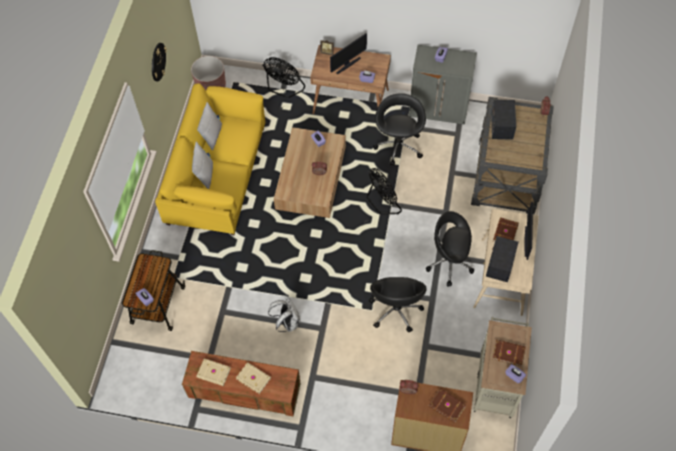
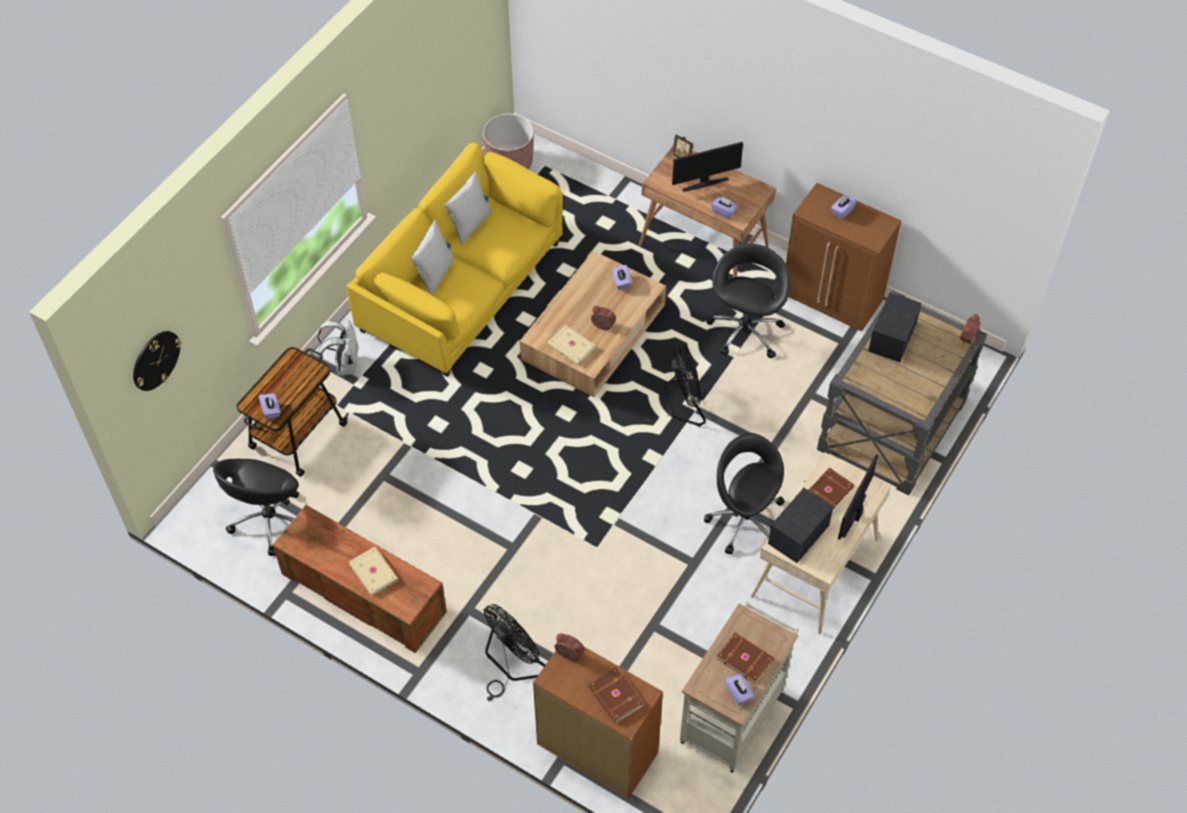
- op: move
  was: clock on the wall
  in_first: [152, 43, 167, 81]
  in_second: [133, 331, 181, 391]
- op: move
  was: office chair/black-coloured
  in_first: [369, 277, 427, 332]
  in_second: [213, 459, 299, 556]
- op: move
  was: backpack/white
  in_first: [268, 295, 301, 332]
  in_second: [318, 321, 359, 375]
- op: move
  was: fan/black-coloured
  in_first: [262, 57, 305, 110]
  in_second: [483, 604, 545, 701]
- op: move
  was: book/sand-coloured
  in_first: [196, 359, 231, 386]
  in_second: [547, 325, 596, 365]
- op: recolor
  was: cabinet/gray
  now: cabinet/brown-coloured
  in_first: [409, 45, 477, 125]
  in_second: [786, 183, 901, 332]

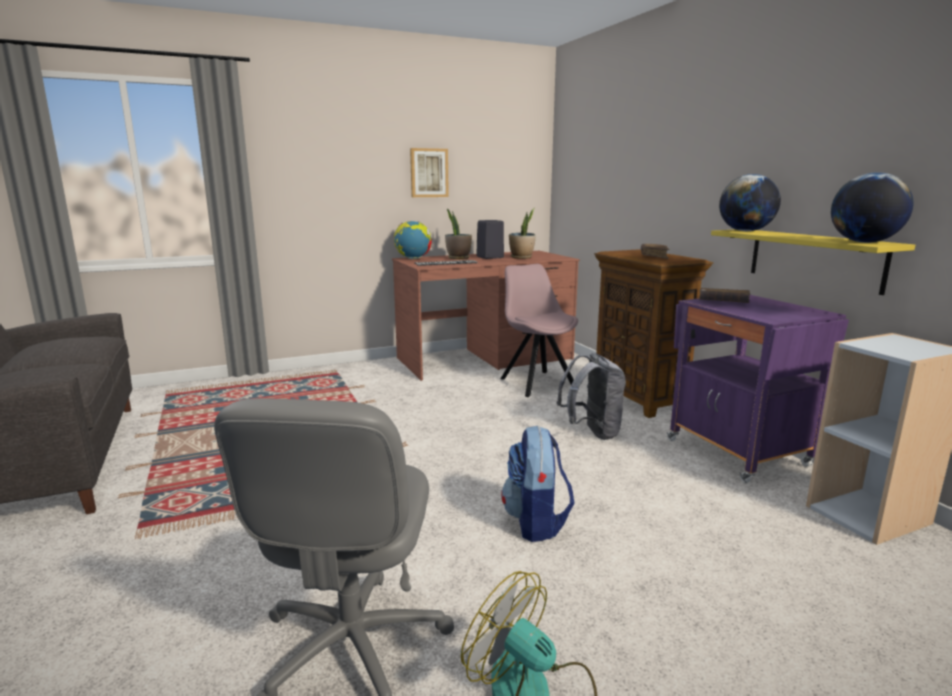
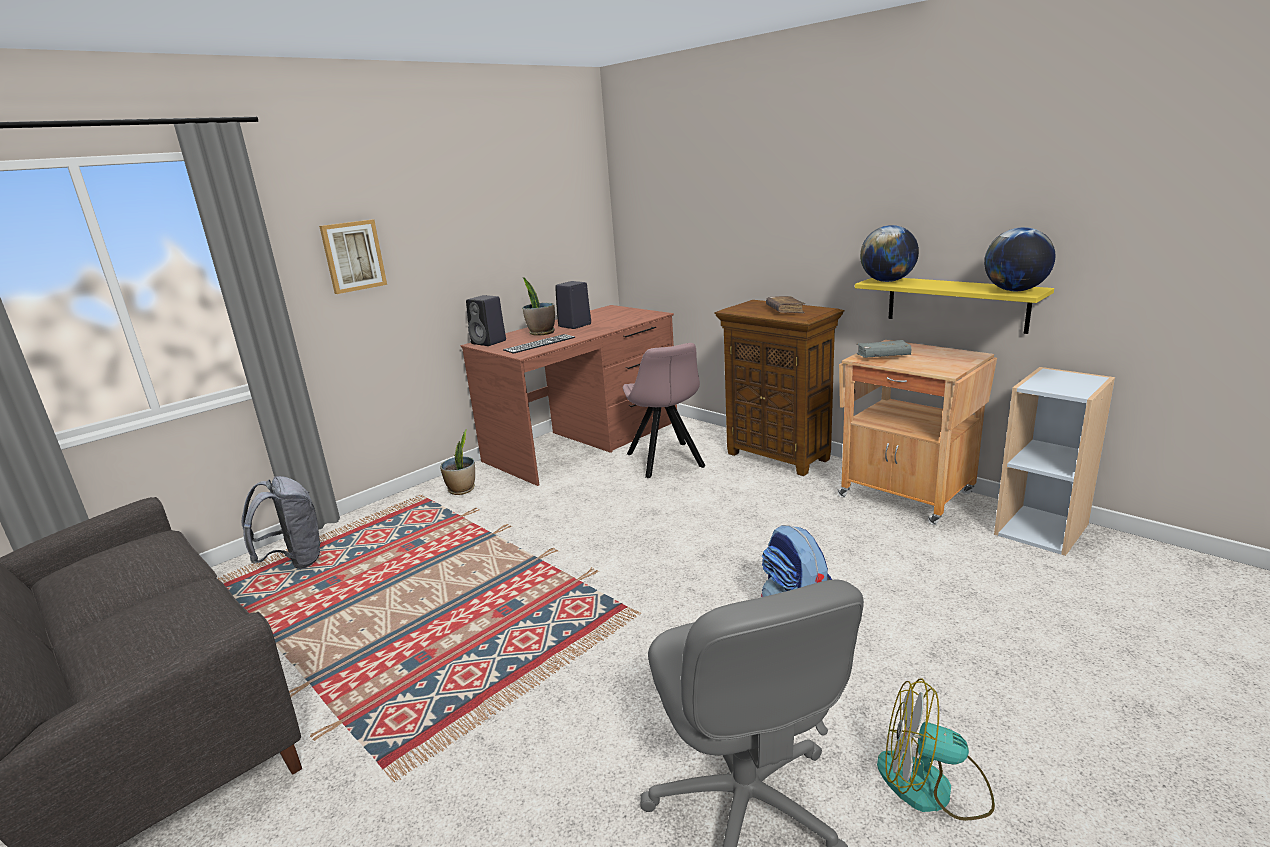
- op: move
  was: backpack/gray
  in_first: [557, 353, 626, 440]
  in_second: [242, 476, 322, 569]
- op: move
  was: picture
  in_first: [410, 148, 449, 197]
  in_second: [319, 220, 387, 294]
- op: move
  was: plant in a pot
  in_first: [509, 208, 536, 259]
  in_second: [440, 429, 475, 495]
- op: replace
  was: world globe
  now: speaker/black-coloured
  in_first: [394, 221, 432, 259]
  in_second: [466, 295, 506, 346]
- op: rotate
  was: plain chair/pinkish
  in_first: [500, 264, 578, 397]
  in_second: [623, 343, 705, 478]
  clockwise: -150
- op: recolor
  was: wheeled cart/purple
  now: wheeled cart/brown-coloured
  in_first: [667, 295, 849, 483]
  in_second: [837, 340, 997, 525]
- op: recolor
  was: book/brown-coloured
  now: book/gray
  in_first: [699, 288, 750, 303]
  in_second: [856, 340, 911, 358]

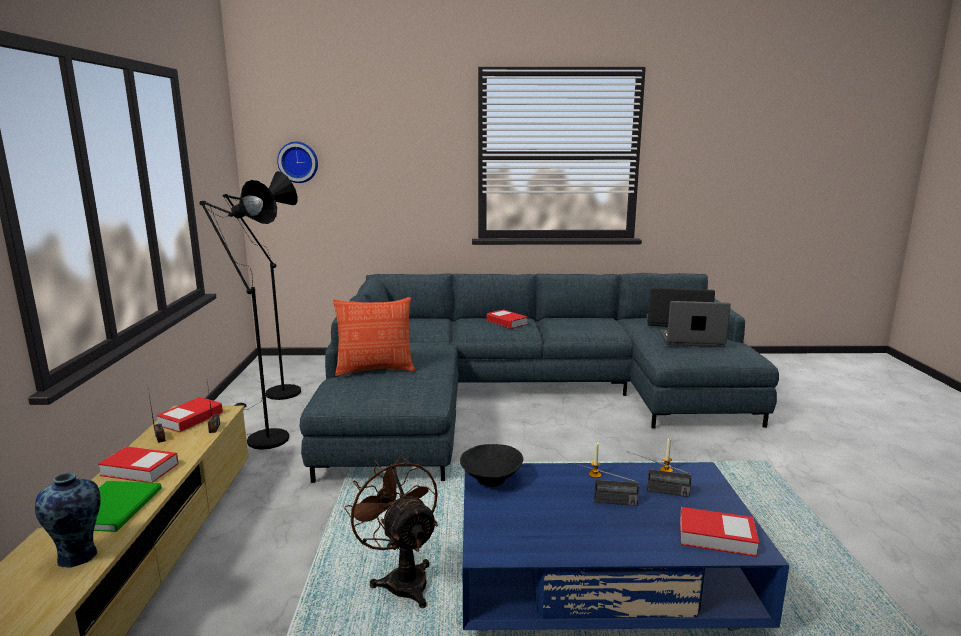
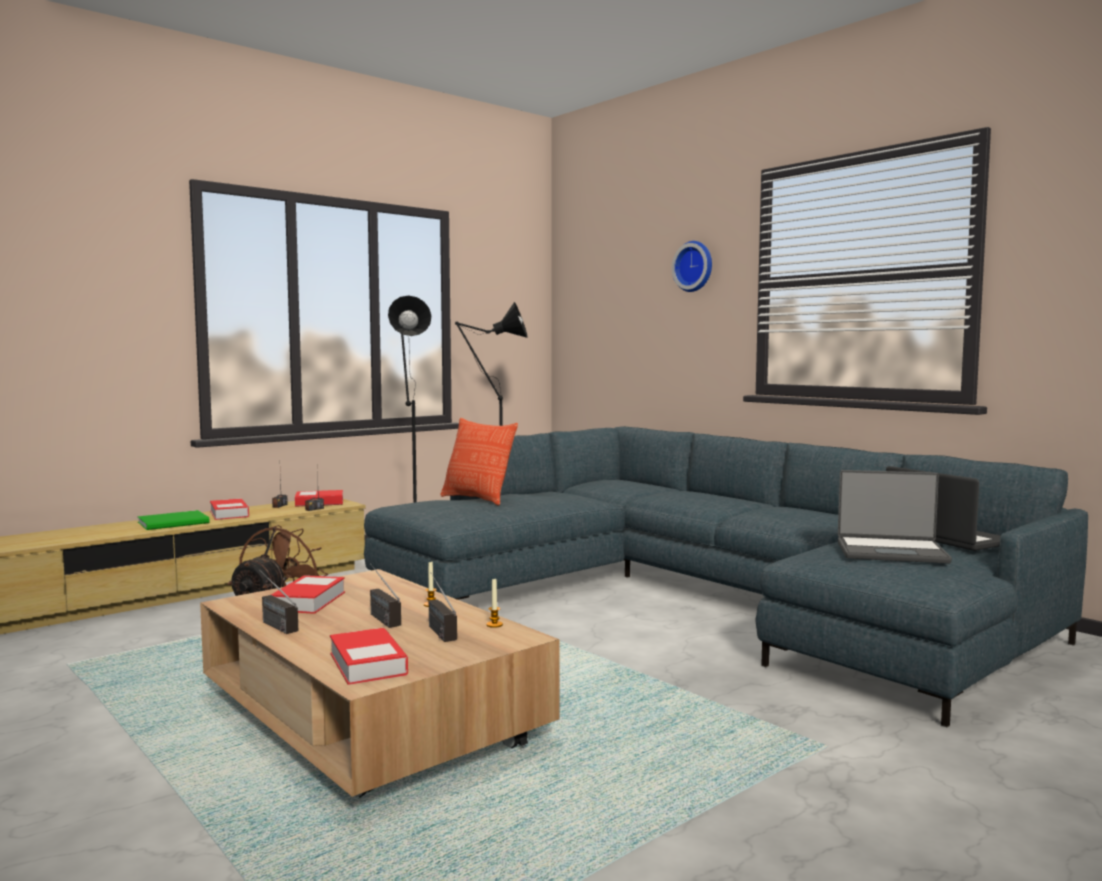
- op: recolor
  was: low table/blue
  now: low table/brown-coloured
  in_first: [462, 462, 789, 631]
  in_second: [200, 569, 559, 797]
- op: insert
  now: radio receiver
  in_second: [259, 570, 298, 634]
- op: move
  was: book
  in_first: [487, 310, 528, 329]
  in_second: [271, 575, 345, 614]
- op: move
  was: clock on the wall
  in_first: [277, 142, 318, 183]
  in_second: [672, 241, 712, 292]
- op: rotate
  was: portable computer
  in_first: [661, 301, 731, 347]
  in_second: [838, 470, 952, 564]
  clockwise: 135
- op: delete
  was: vase
  in_first: [35, 472, 101, 568]
- op: delete
  was: deep dish/black-coloured
  in_first: [460, 444, 523, 487]

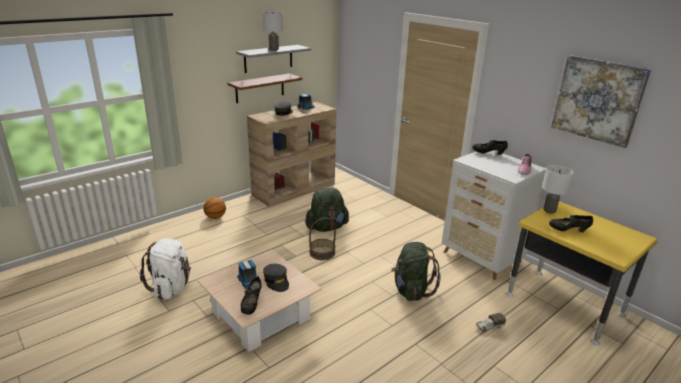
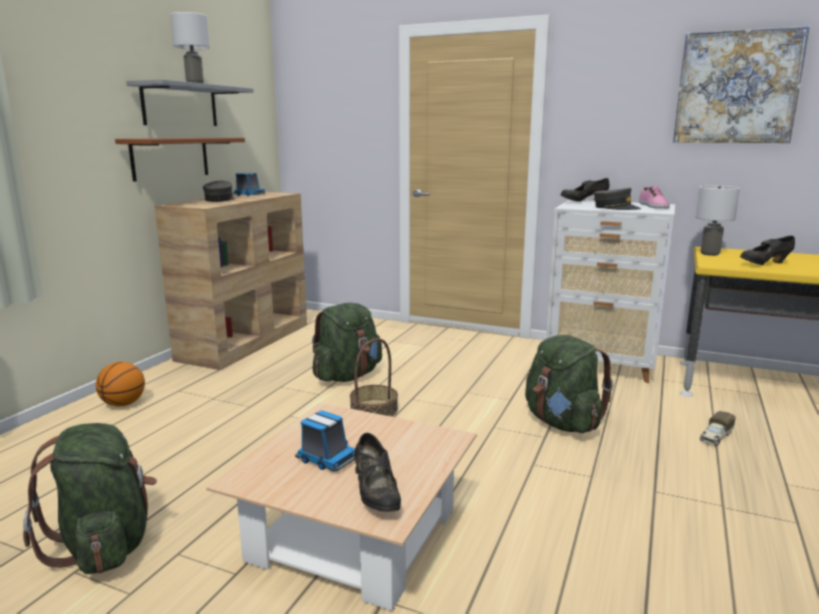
- op: recolor
  was: backpack/white
  now: backpack/green-coloured
  in_first: [140, 238, 191, 300]
  in_second: [23, 423, 157, 574]
- op: move
  was: cap/gray
  in_first: [263, 264, 289, 292]
  in_second: [594, 188, 641, 210]

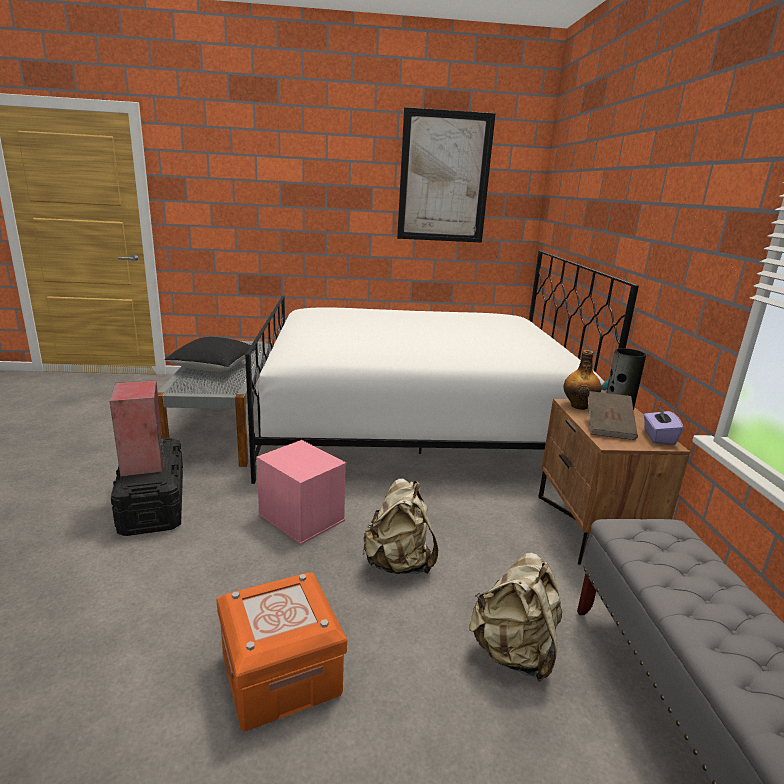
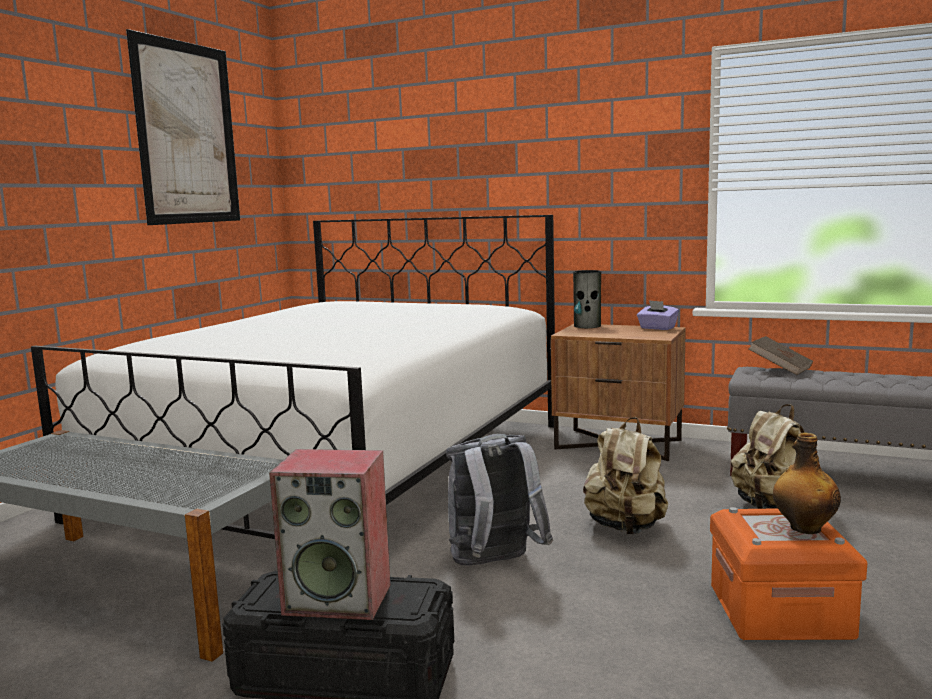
- op: replace
  was: storage bin/pinkish
  now: backpack/gray
  in_first: [256, 440, 346, 545]
  in_second: [446, 434, 553, 566]
- op: move
  was: book/brown-coloured
  in_first: [588, 391, 638, 440]
  in_second: [749, 336, 813, 375]
- op: move
  was: drink bottle
  in_first: [564, 350, 602, 410]
  in_second: [773, 433, 841, 534]
- op: delete
  was: throw pillow/black-coloured
  in_first: [165, 337, 255, 372]

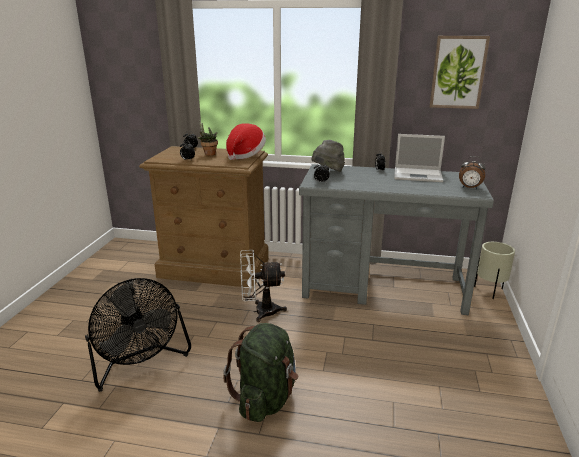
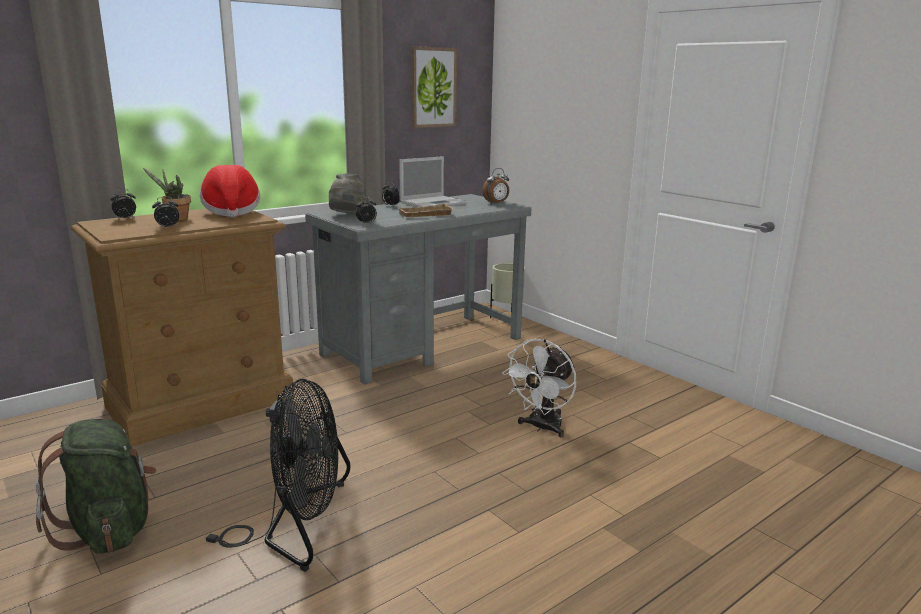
- op: move
  was: backpack/green-coloured
  in_first: [223, 323, 298, 422]
  in_second: [36, 419, 156, 554]
- op: insert
  now: carrying tray/sand-coloured
  in_second: [398, 203, 454, 217]
- op: move
  was: fan/white
  in_first: [240, 250, 287, 322]
  in_second: [502, 339, 576, 437]

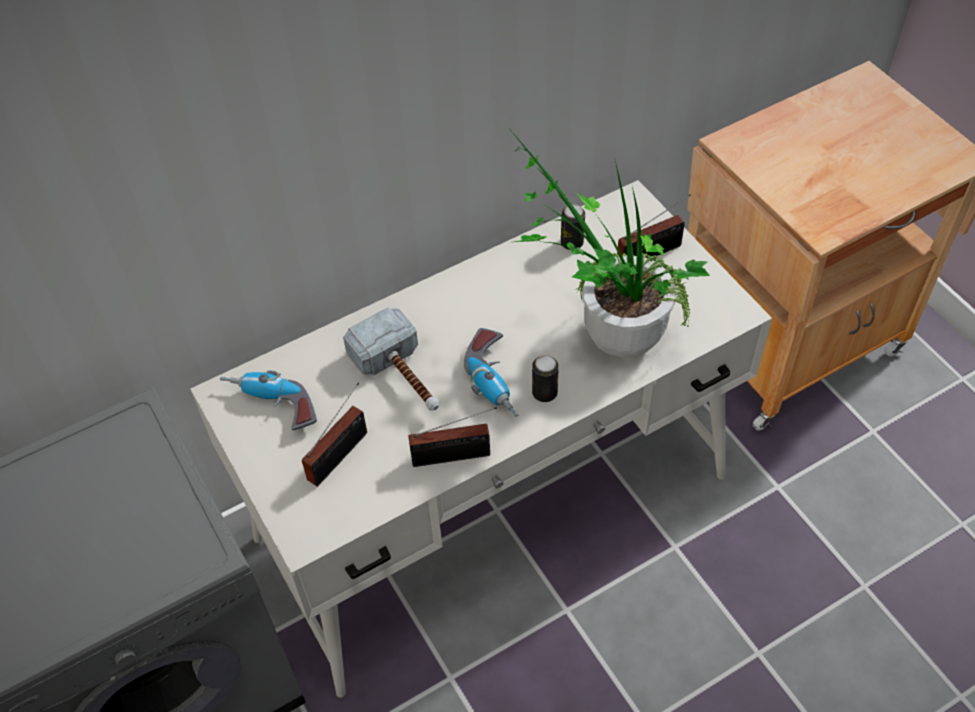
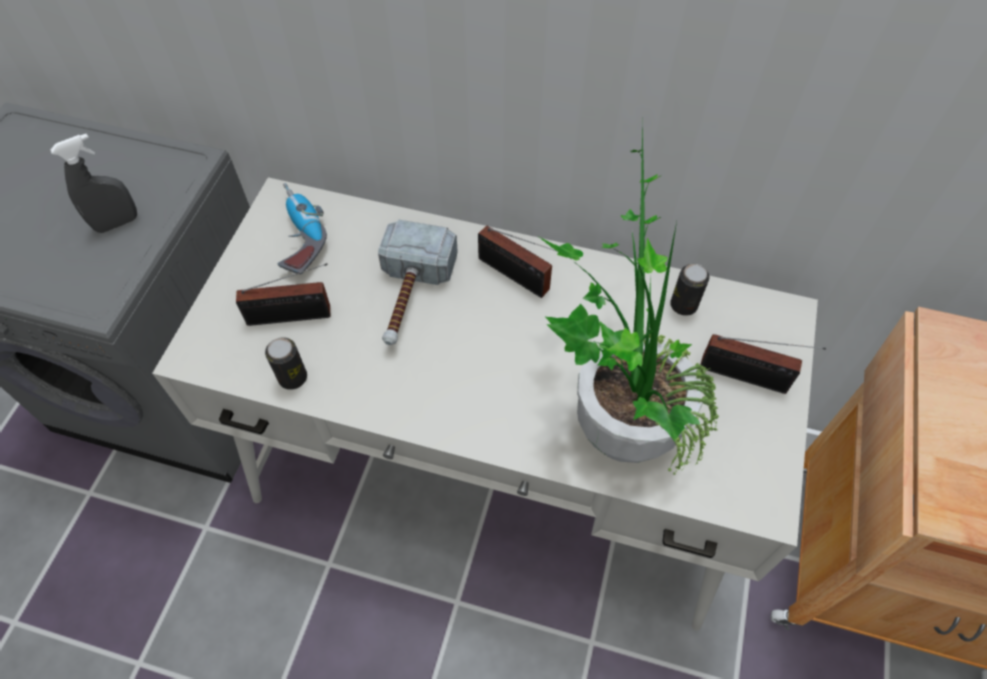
- op: insert
  now: spray bottle/gray
  in_second: [50, 133, 137, 233]
- op: move
  was: sealed can
  in_first: [532, 355, 559, 402]
  in_second: [265, 337, 307, 390]
- op: move
  was: radio receiver
  in_first: [408, 407, 497, 467]
  in_second: [478, 226, 558, 298]
- op: delete
  was: power drill
  in_first: [464, 328, 518, 417]

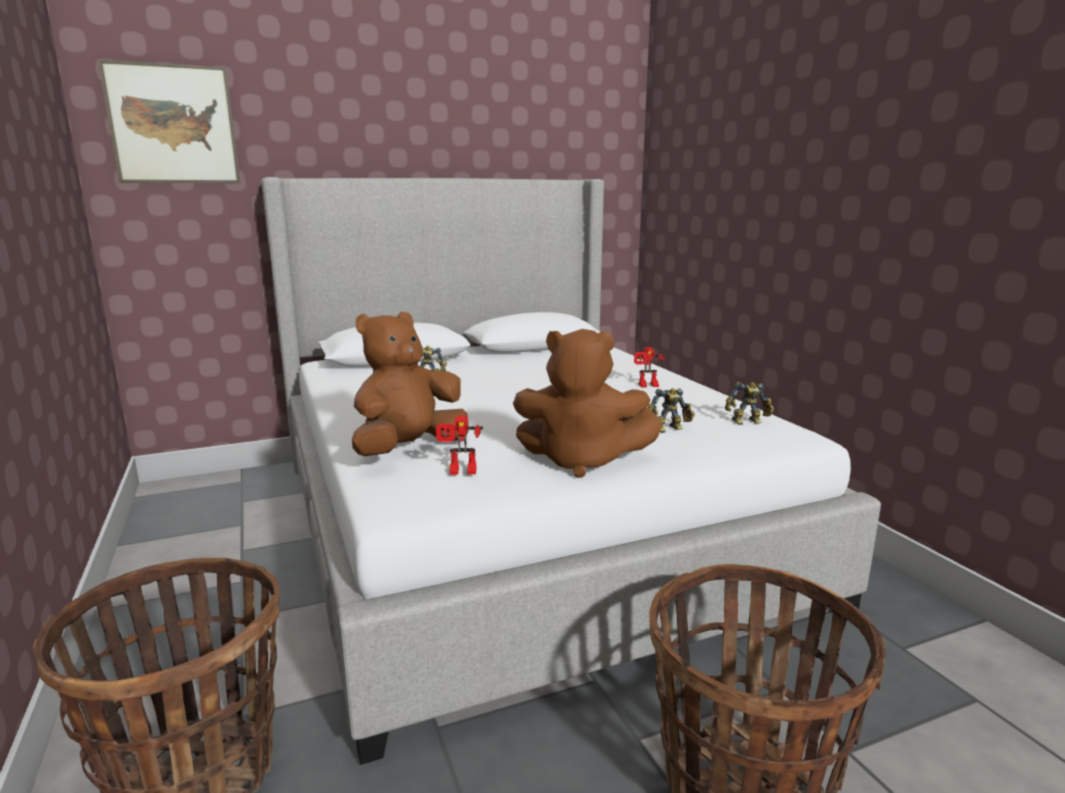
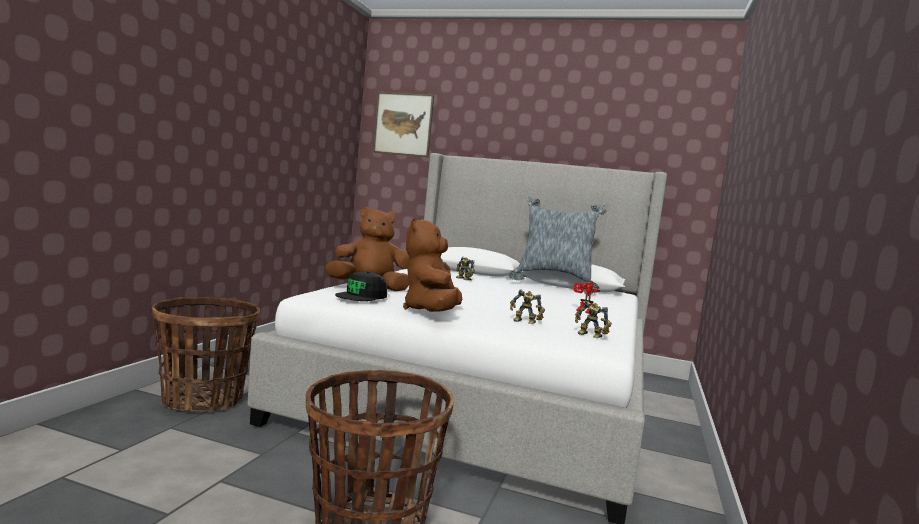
- op: replace
  was: robot figure
  now: cap/black-coloured
  in_first: [436, 416, 483, 475]
  in_second: [335, 272, 387, 301]
- op: rotate
  was: soft toy/brown-coloured
  in_first: [513, 329, 662, 478]
  in_second: [403, 218, 462, 312]
  clockwise: 45
- op: insert
  now: throw pillow
  in_second: [508, 196, 607, 294]

